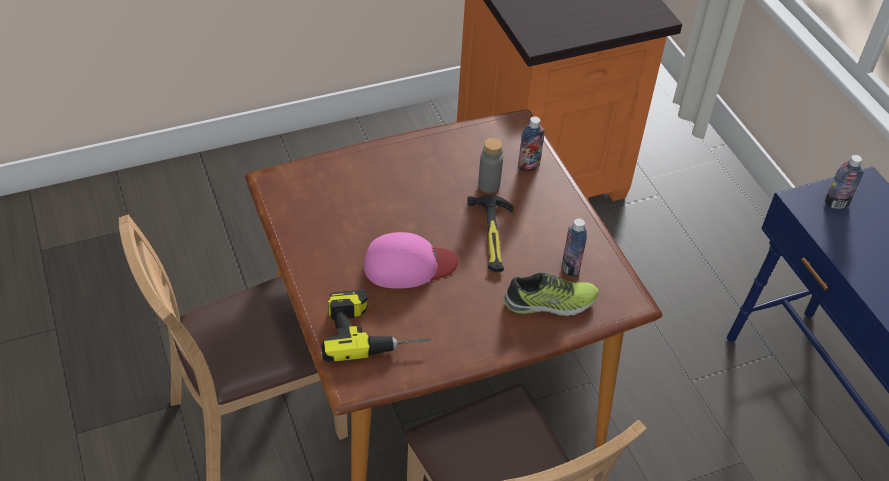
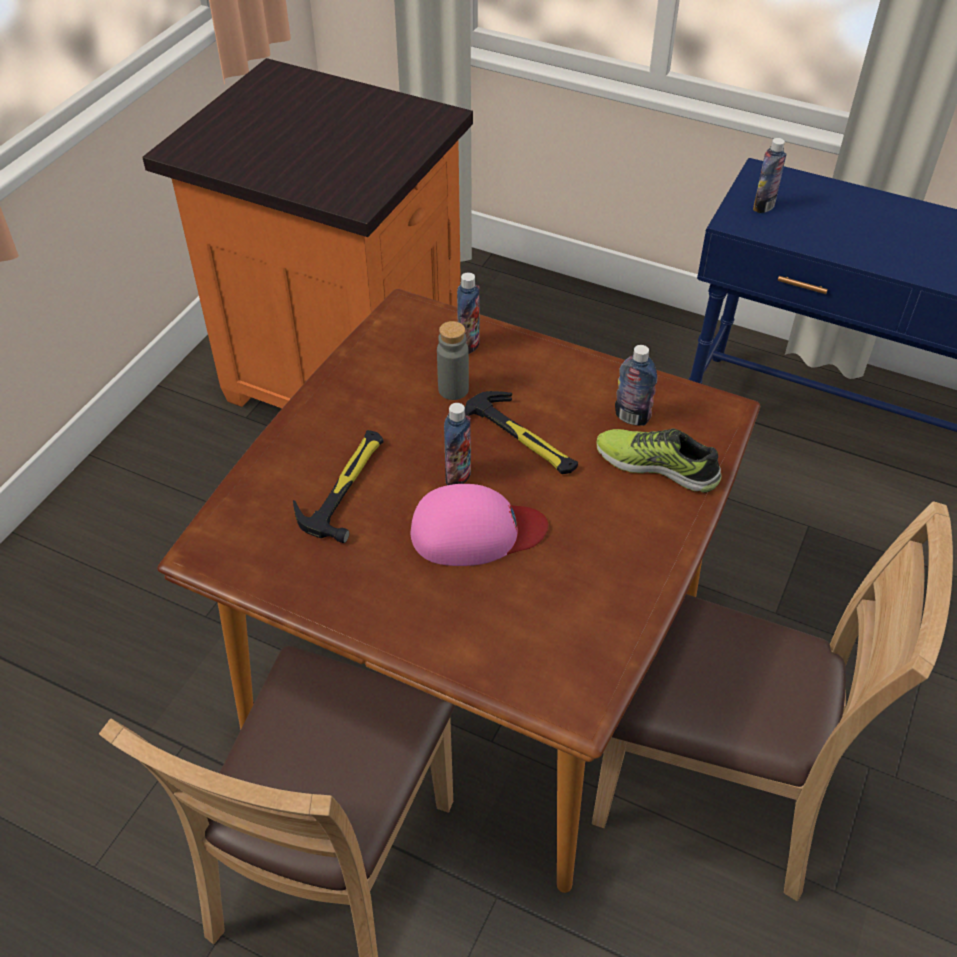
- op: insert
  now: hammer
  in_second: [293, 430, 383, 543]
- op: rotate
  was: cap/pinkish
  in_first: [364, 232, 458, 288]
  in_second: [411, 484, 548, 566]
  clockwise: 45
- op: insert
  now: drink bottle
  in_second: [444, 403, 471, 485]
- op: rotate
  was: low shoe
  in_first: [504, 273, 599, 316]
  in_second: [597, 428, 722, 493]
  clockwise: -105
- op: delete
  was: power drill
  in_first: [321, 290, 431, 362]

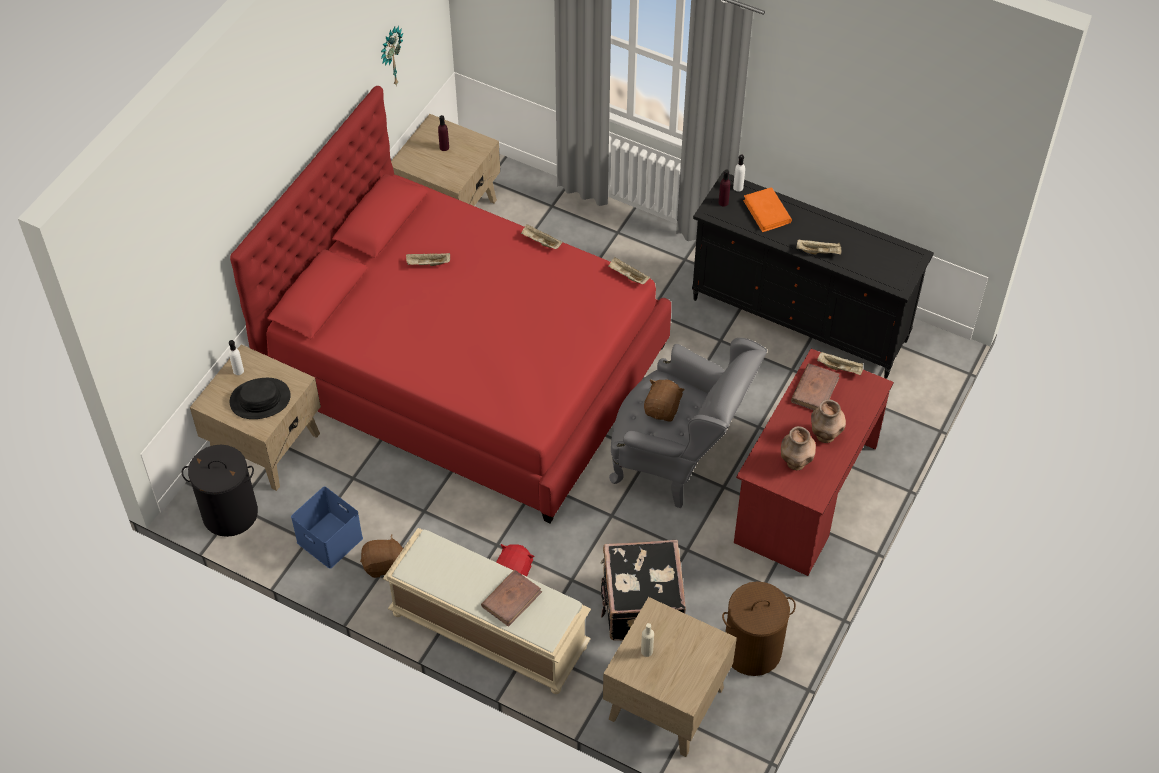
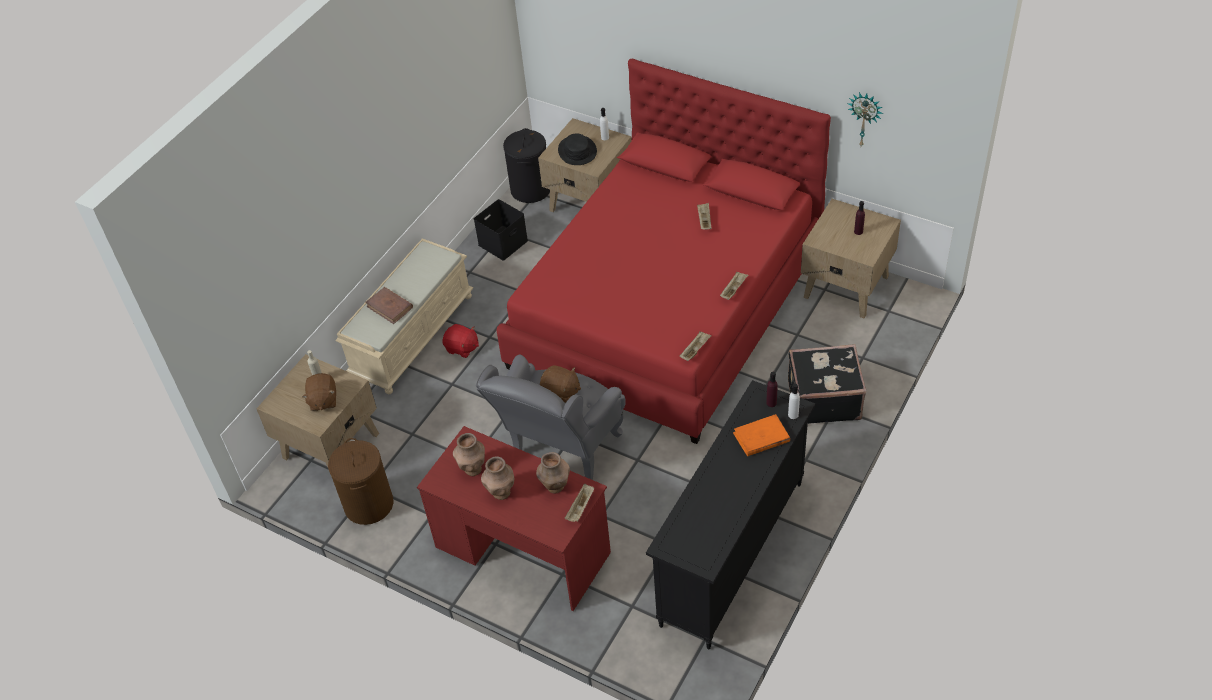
- op: move
  was: soft toy/brown-coloured
  in_first: [360, 535, 403, 578]
  in_second: [302, 373, 336, 411]
- op: recolor
  was: storage bin/blue
  now: storage bin/black-coloured
  in_first: [291, 486, 363, 569]
  in_second: [474, 199, 528, 260]
- op: replace
  was: book/brown-coloured
  now: vase/brown-coloured
  in_first: [791, 363, 840, 410]
  in_second: [536, 452, 570, 494]
- op: move
  was: travel case/black-coloured
  in_first: [601, 540, 686, 641]
  in_second: [788, 344, 866, 424]
- op: delete
  was: carrying tray/sand-coloured
  in_first: [797, 239, 841, 255]

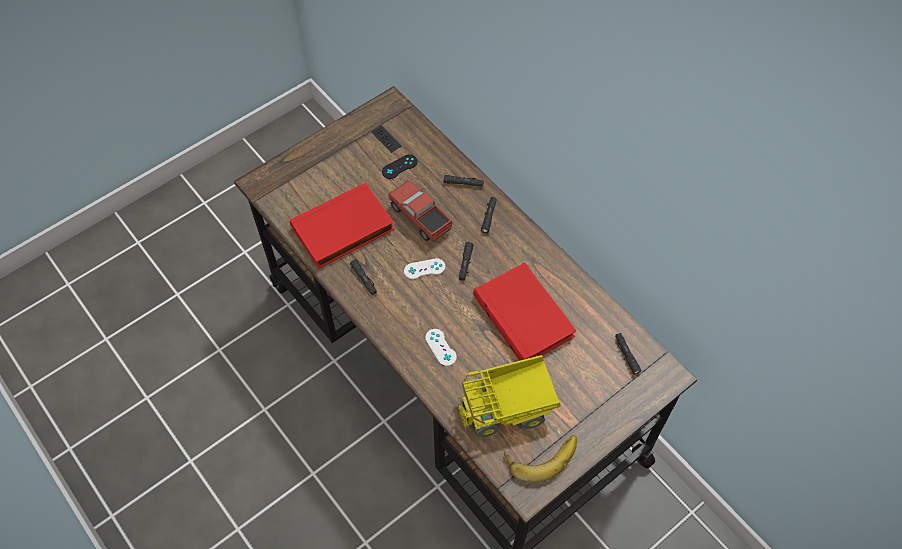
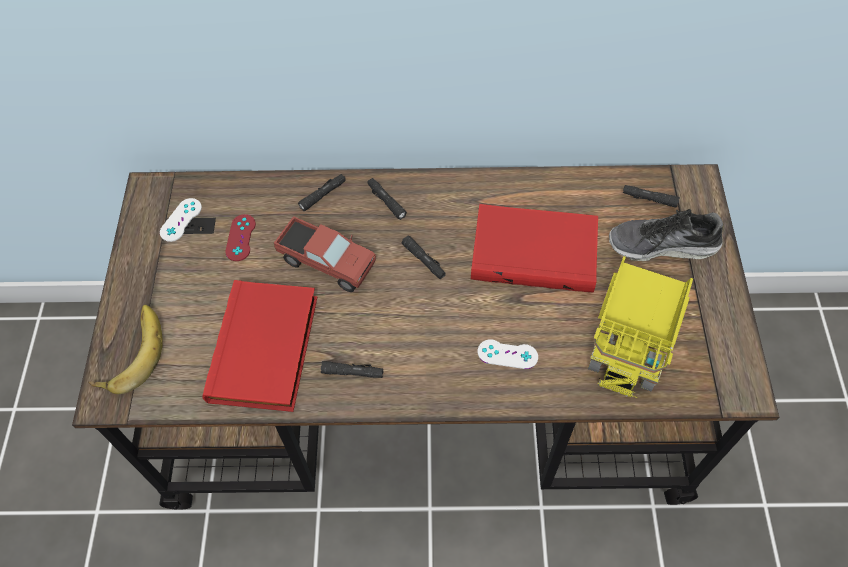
- op: move
  was: whole banana
  in_first: [504, 435, 577, 483]
  in_second: [88, 305, 163, 394]
- op: move
  was: joypad/white
  in_first: [404, 258, 445, 279]
  in_second: [160, 198, 202, 242]
- op: recolor
  was: joypad/black-coloured
  now: joypad/reddish
  in_first: [382, 154, 418, 179]
  in_second: [225, 214, 256, 261]
- op: rotate
  was: model truck
  in_first: [388, 180, 452, 242]
  in_second: [274, 216, 376, 292]
  clockwise: -150
- op: insert
  now: low shoe
  in_second: [609, 209, 723, 261]

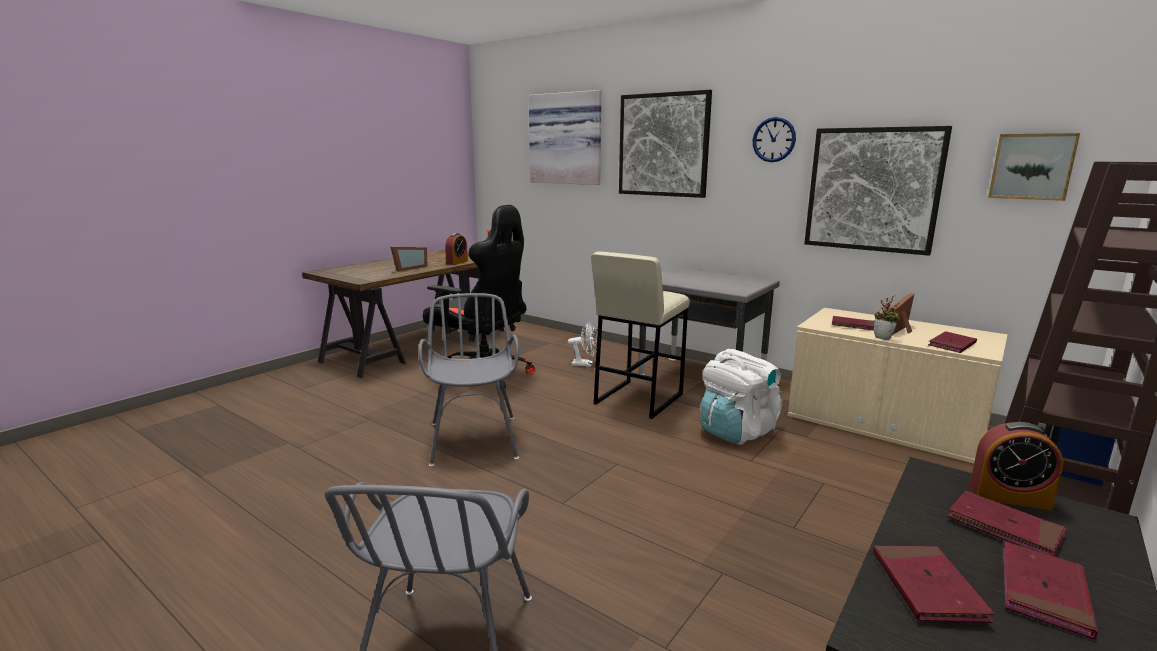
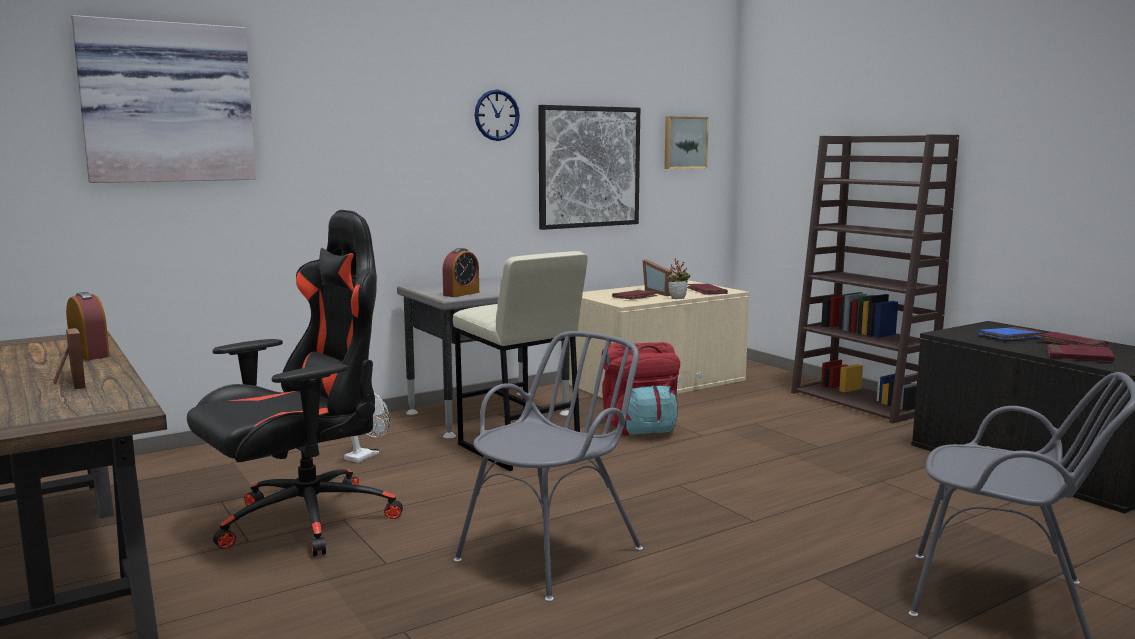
- op: move
  was: bedside clock
  in_first: [969, 422, 1063, 510]
  in_second: [442, 248, 479, 297]
- op: rotate
  was: plain chair/gray
  in_first: [418, 293, 519, 467]
  in_second: [454, 331, 643, 601]
  clockwise: 120
- op: recolor
  was: backpack/white
  now: backpack/reddish
  in_first: [700, 349, 782, 445]
  in_second: [601, 342, 680, 436]
- op: recolor
  was: book/reddish
  now: book/blue
  in_first: [948, 491, 1067, 557]
  in_second: [978, 327, 1042, 340]
- op: delete
  was: picture
  in_first: [619, 90, 712, 198]

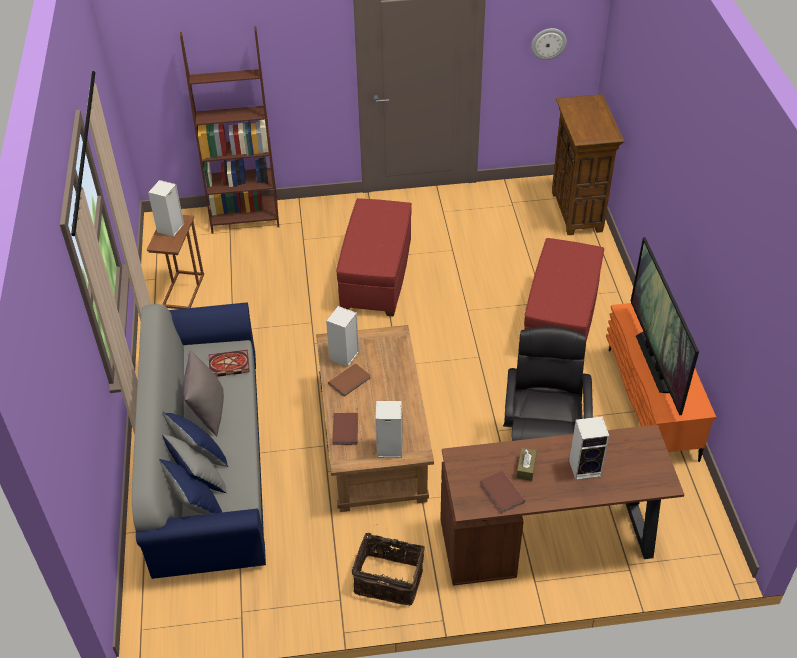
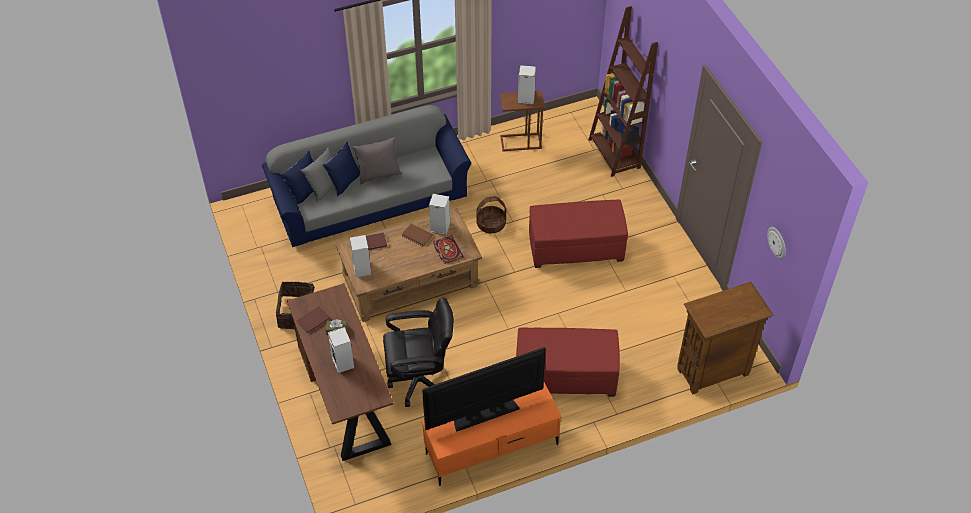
- op: move
  was: book
  in_first: [209, 350, 250, 377]
  in_second: [433, 235, 464, 264]
- op: insert
  now: basket
  in_second: [476, 196, 506, 234]

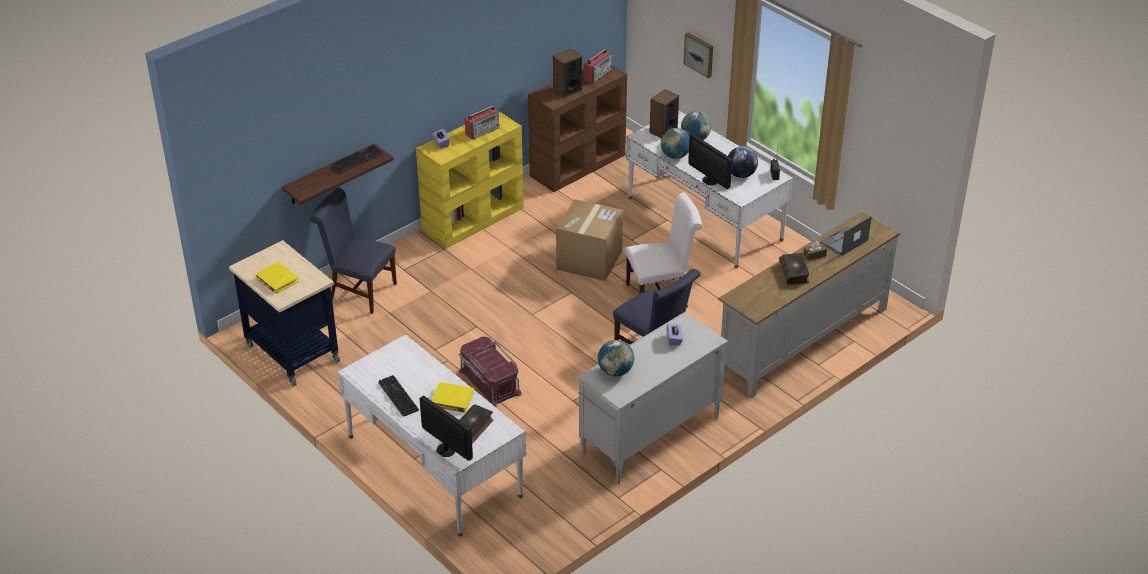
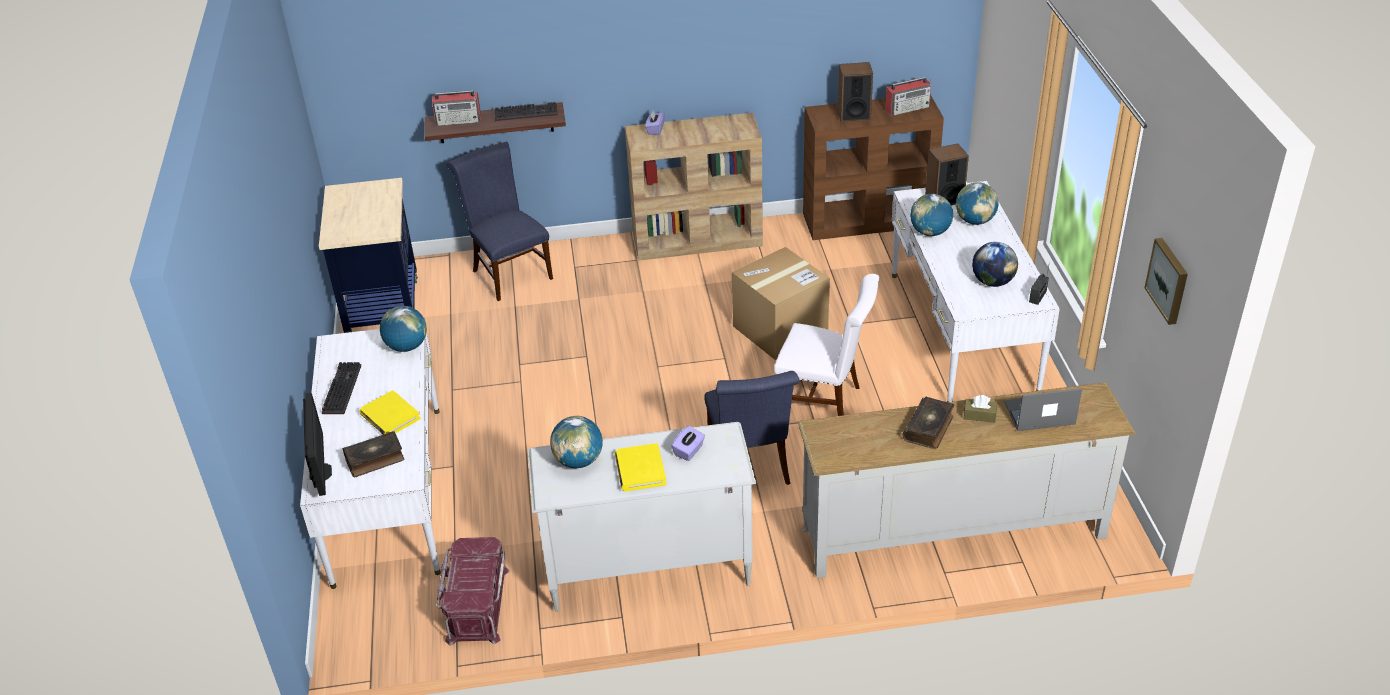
- op: insert
  now: world globe
  in_second: [380, 306, 427, 352]
- op: move
  was: radio receiver
  in_first: [465, 106, 499, 140]
  in_second: [432, 90, 481, 126]
- op: move
  was: storage bin/reddish
  in_first: [459, 336, 522, 407]
  in_second: [437, 537, 509, 646]
- op: move
  was: book/yellow-coloured
  in_first: [255, 262, 299, 294]
  in_second: [615, 443, 667, 492]
- op: recolor
  was: bookshelf/yellow-coloured
  now: bookshelf/brown-coloured
  in_first: [416, 112, 524, 249]
  in_second: [625, 113, 763, 261]
- op: move
  was: picture
  in_first: [683, 33, 713, 78]
  in_second: [1144, 238, 1188, 325]
- op: delete
  was: computer screen
  in_first: [688, 134, 732, 189]

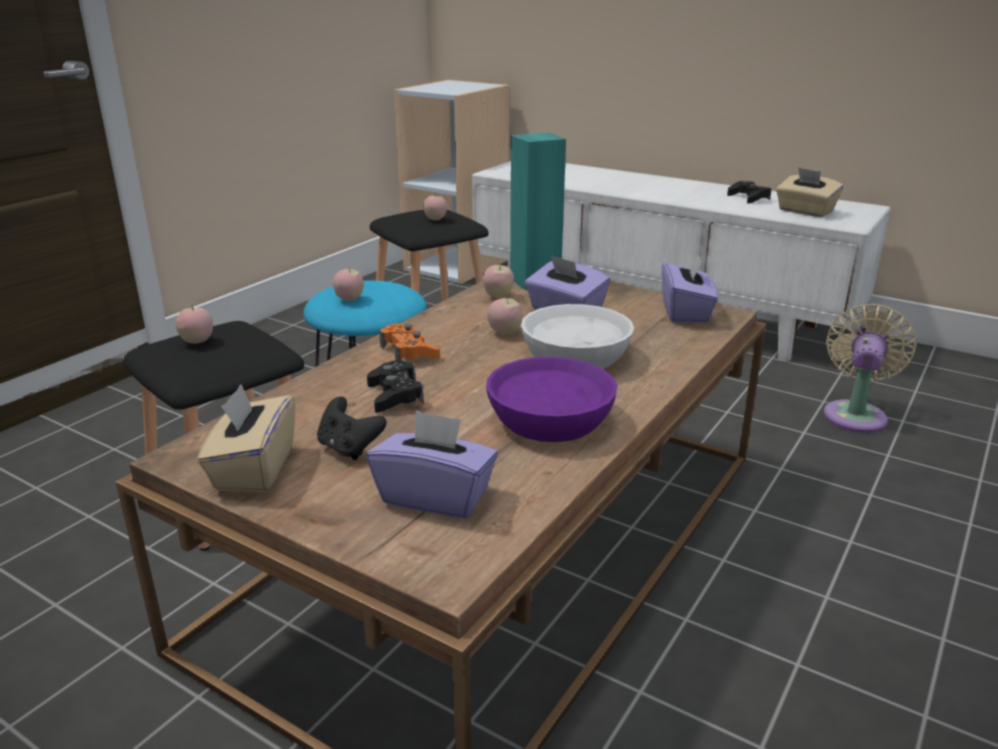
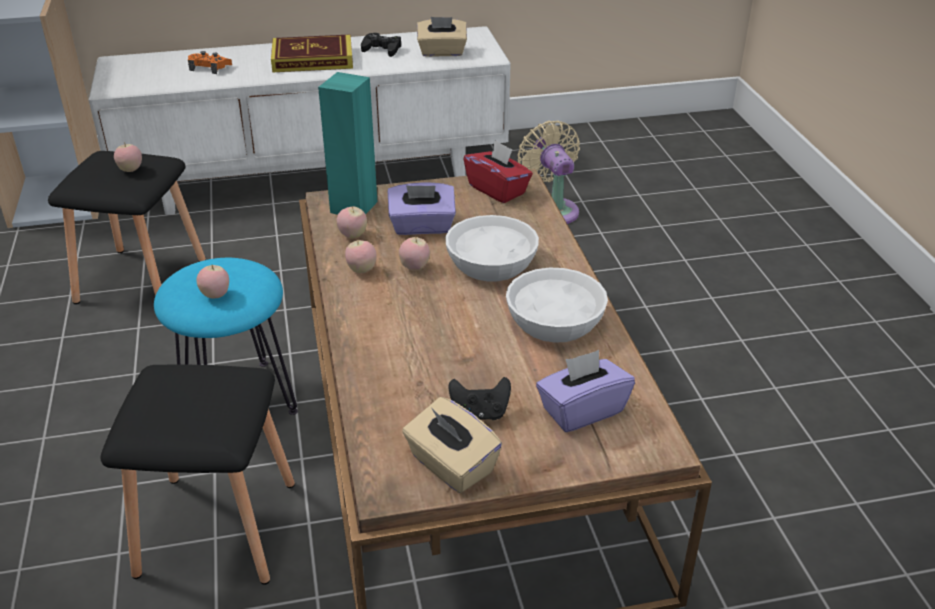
- op: move
  was: joypad/orange-coloured
  in_first: [380, 324, 440, 360]
  in_second: [188, 51, 232, 74]
- op: insert
  now: book
  in_second: [271, 34, 353, 73]
- op: move
  was: apple fruit
  in_first: [175, 305, 213, 344]
  in_second: [345, 239, 377, 273]
- op: recolor
  was: box of tissues/purple
  now: box of tissues/reddish
  in_first: [662, 253, 718, 323]
  in_second: [463, 140, 533, 203]
- op: recolor
  was: deep dish/purple
  now: deep dish/white
  in_first: [486, 357, 617, 442]
  in_second: [506, 267, 608, 343]
- op: delete
  was: joypad/black-coloured
  in_first: [367, 360, 424, 413]

